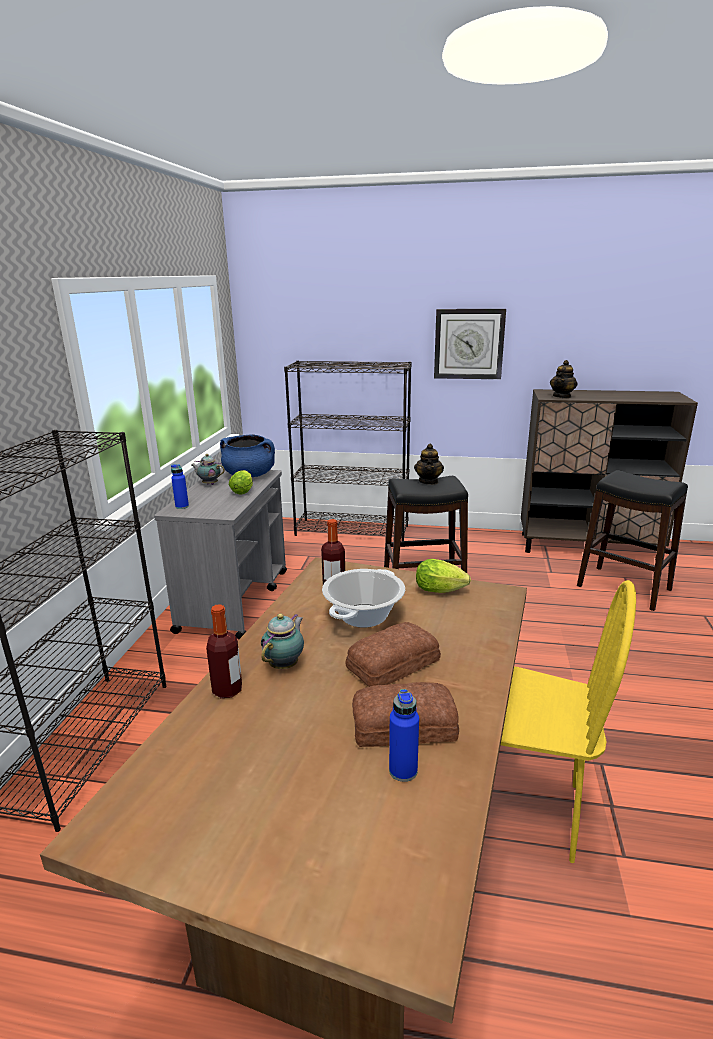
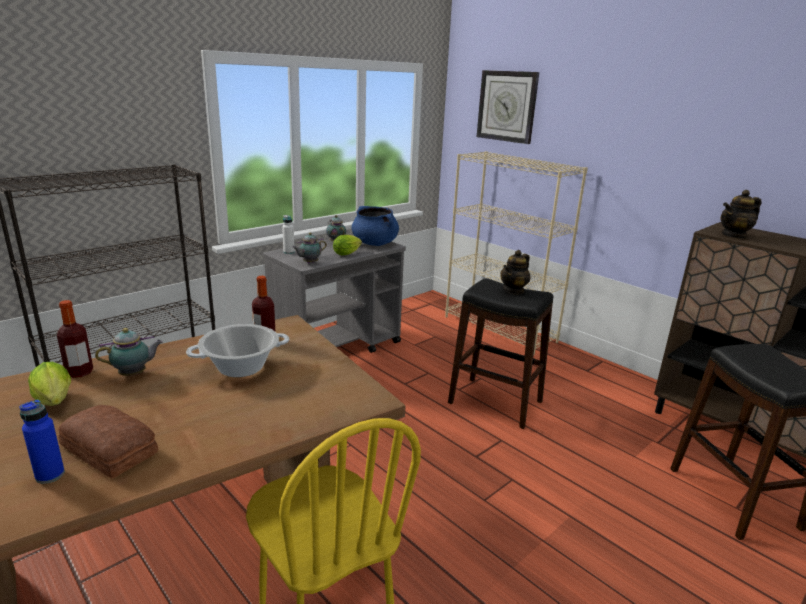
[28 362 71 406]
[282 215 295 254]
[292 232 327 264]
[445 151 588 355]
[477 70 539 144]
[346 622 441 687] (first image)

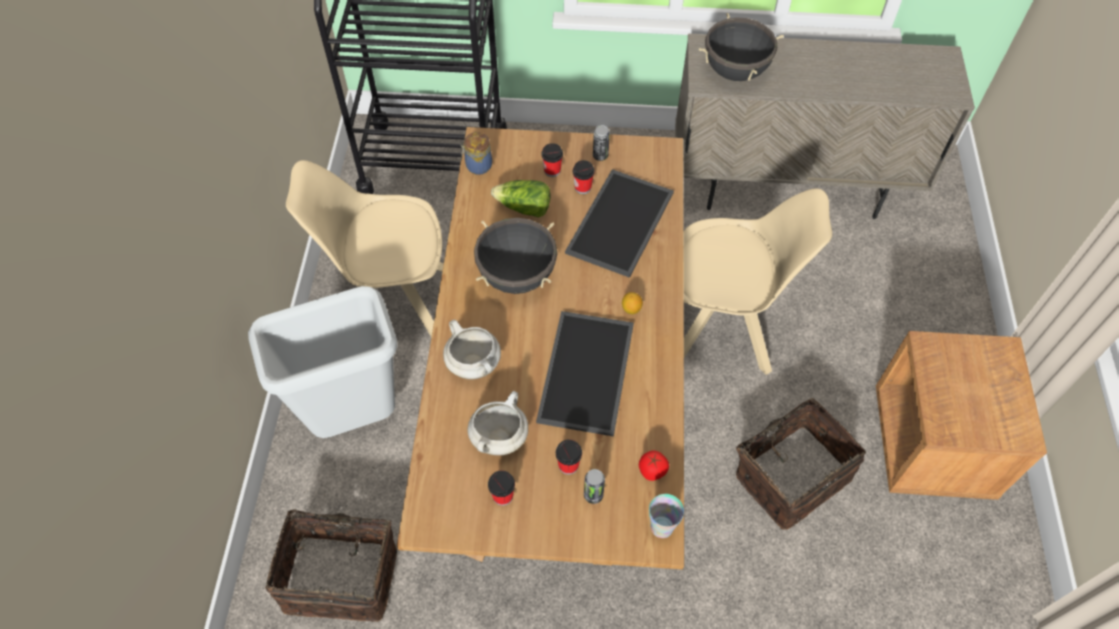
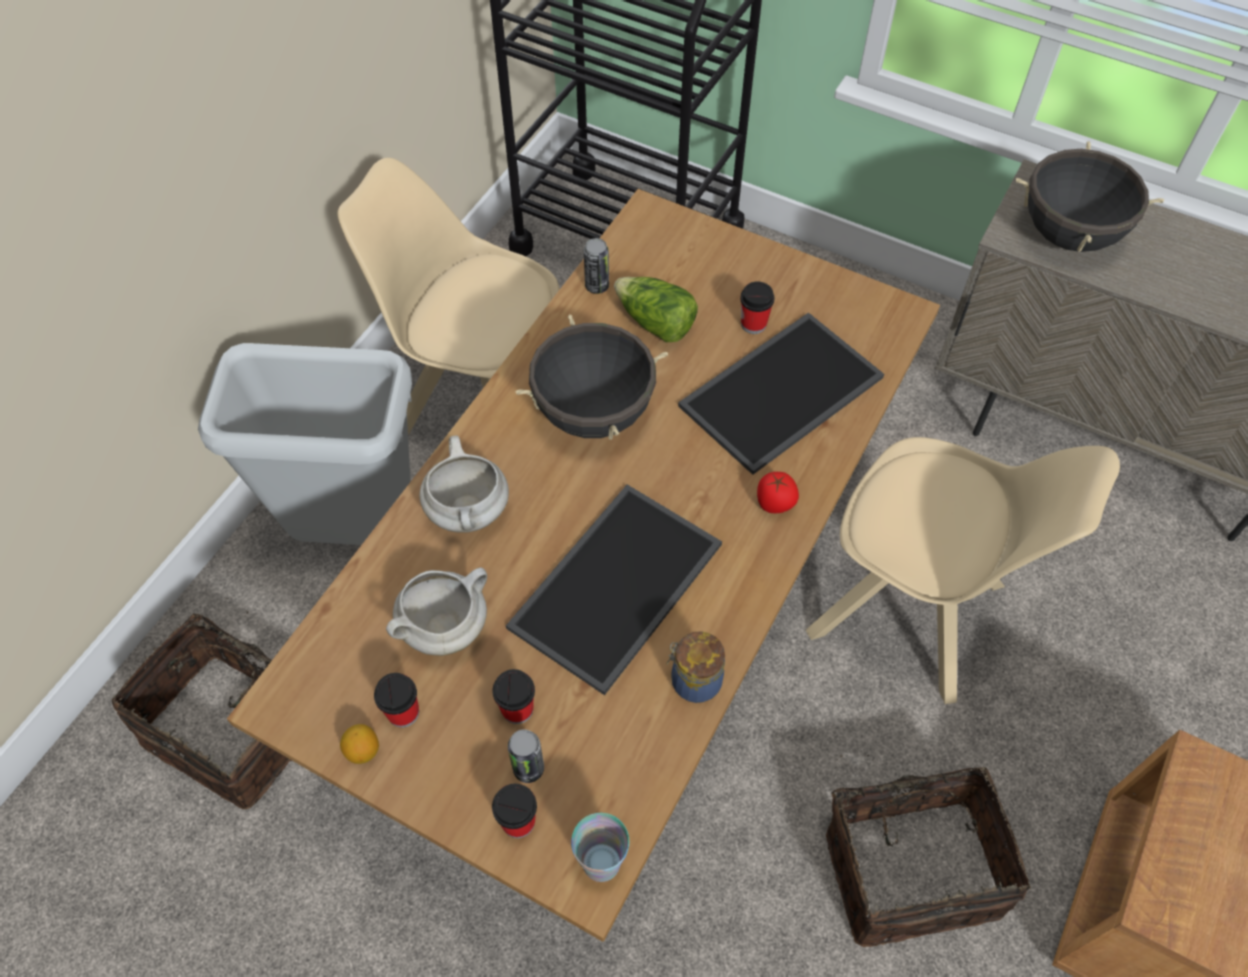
[340 724 379 764]
[492 784 537 838]
[584 238 609 294]
[666 631 725 703]
[757 472 799 513]

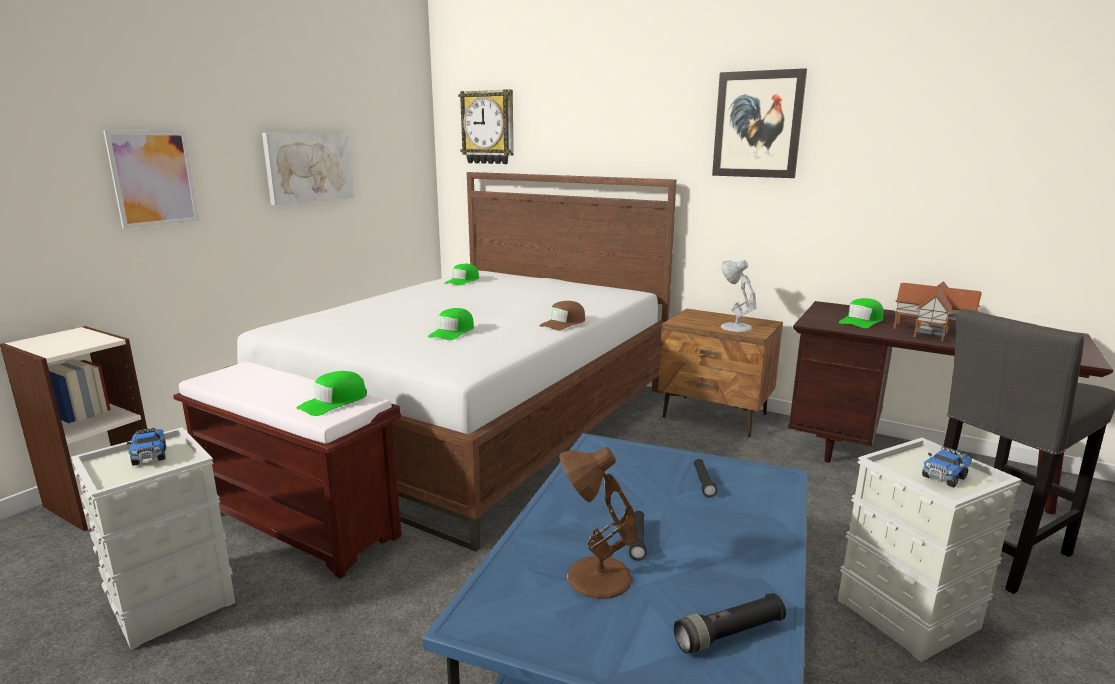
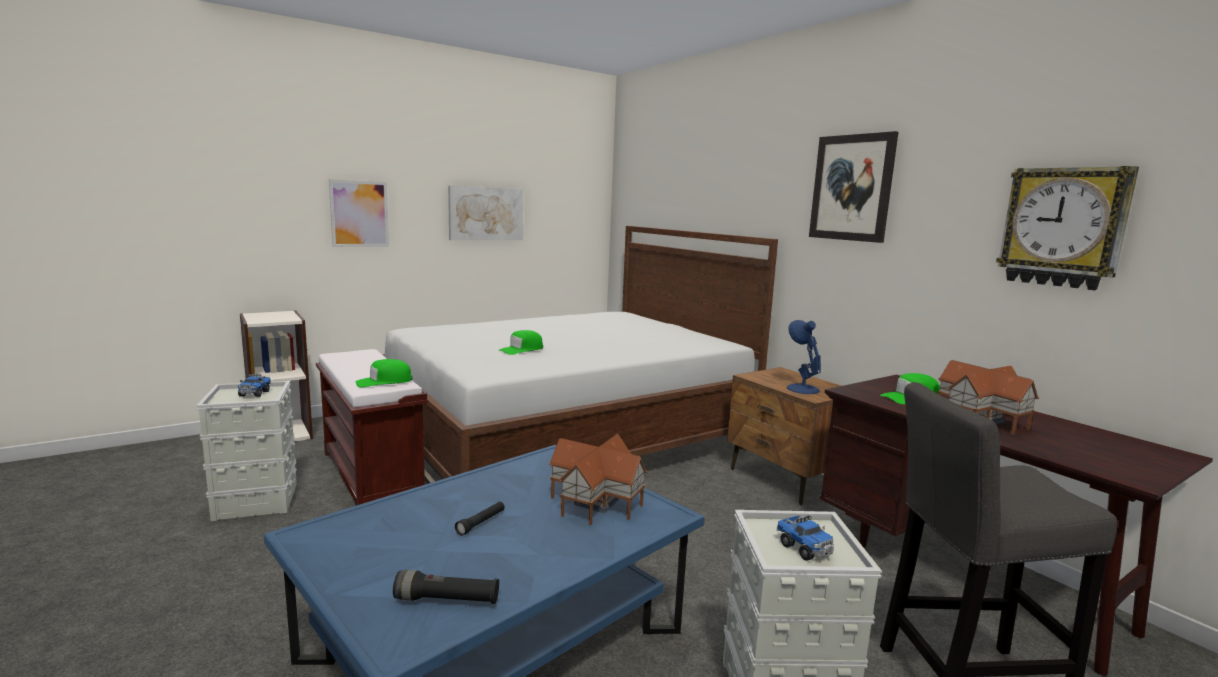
[549 433 648 525]
[777 515 834 561]
[787 320 821 394]
[996 166 1139 290]
[444 264 479 285] (first image)
[539 301 585 331] (first image)
[559 447 638 599] (first image)

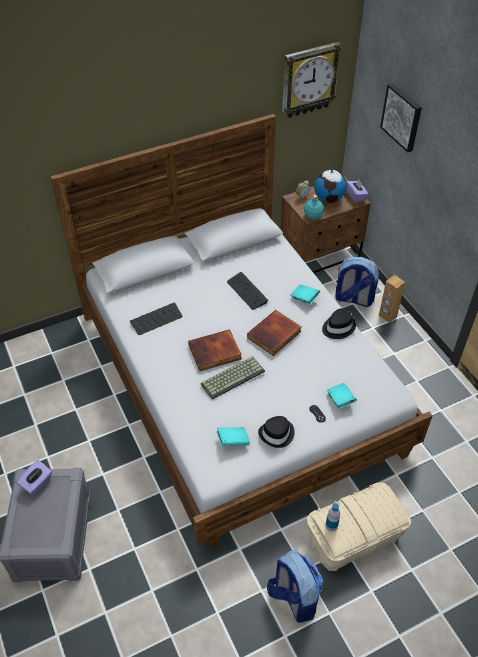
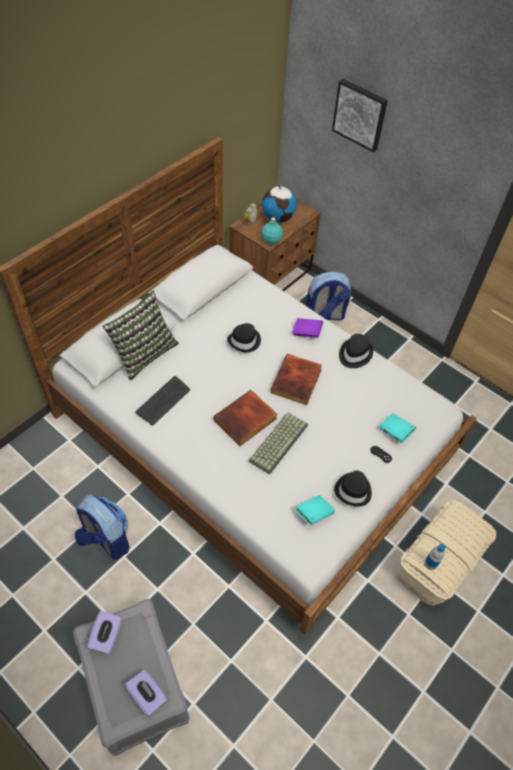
[74 494 130 560]
[102 291 179 381]
[125 670 167 717]
[227 323 261 352]
[292 318 323 338]
[282 42 342 118] (first image)
[379 275 405 323] (first image)

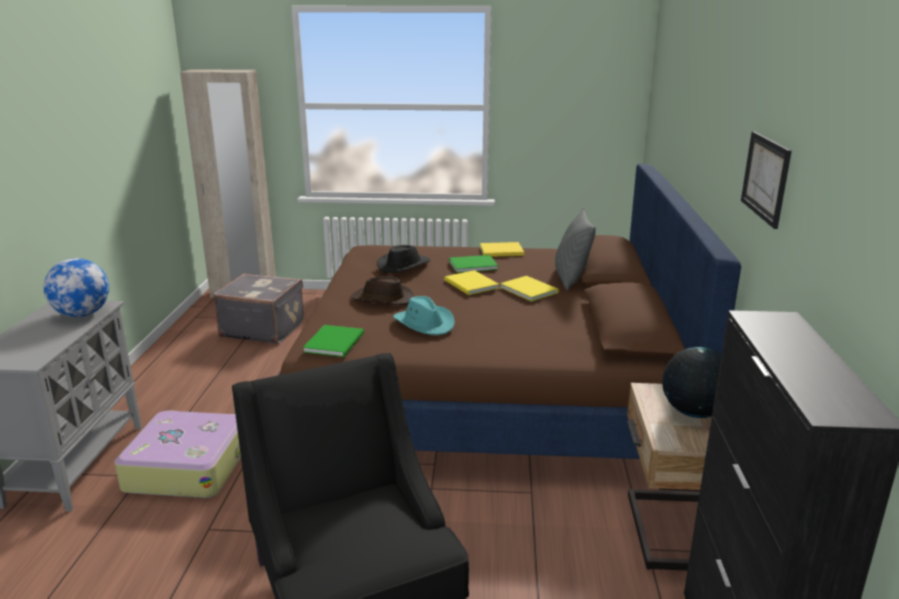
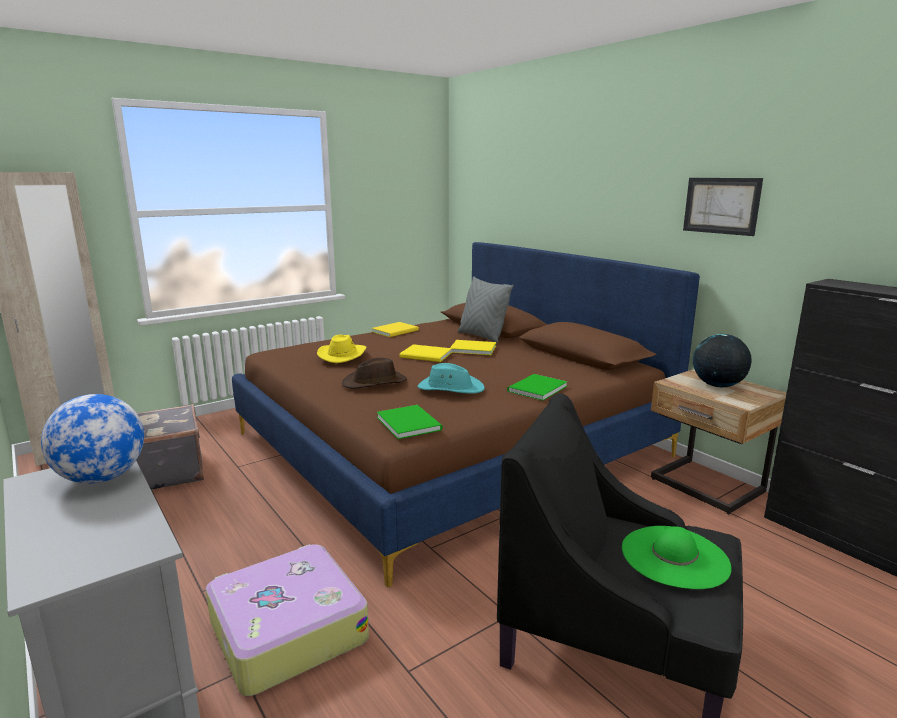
[317 335 366 363]
[507 374 568 401]
[622 526 731 589]

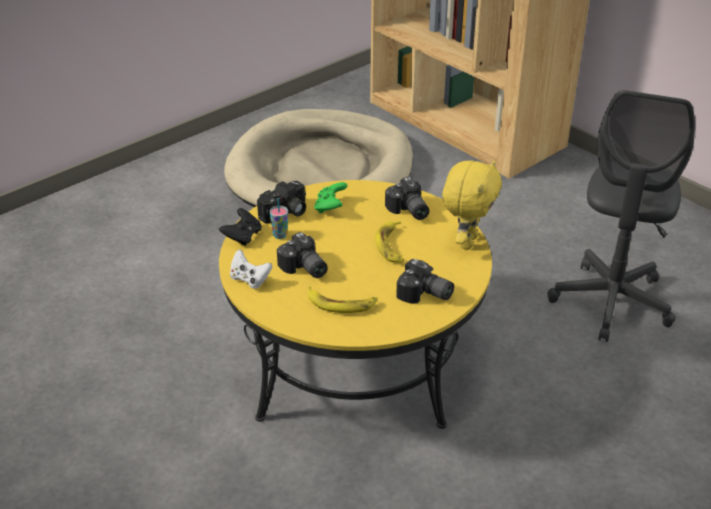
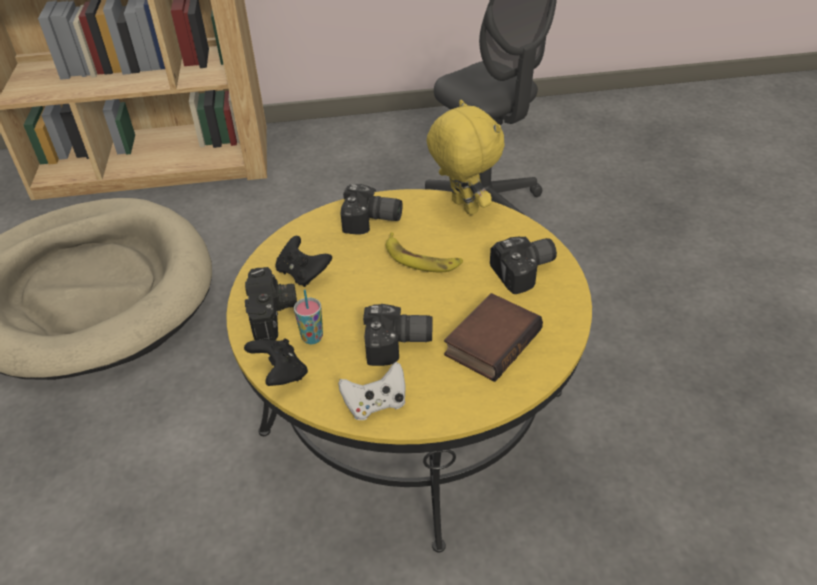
[275 236 332 287]
[444 293 543 382]

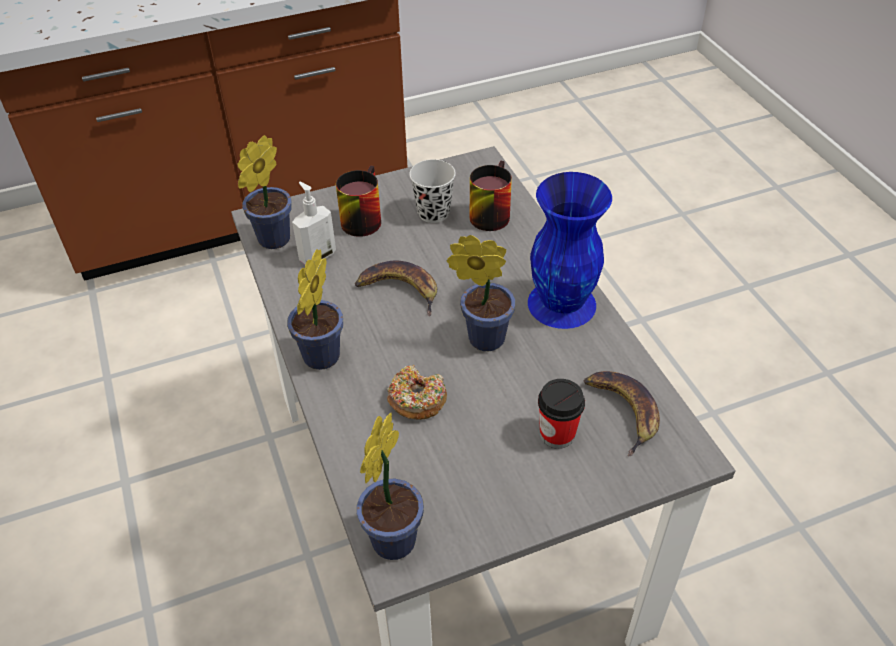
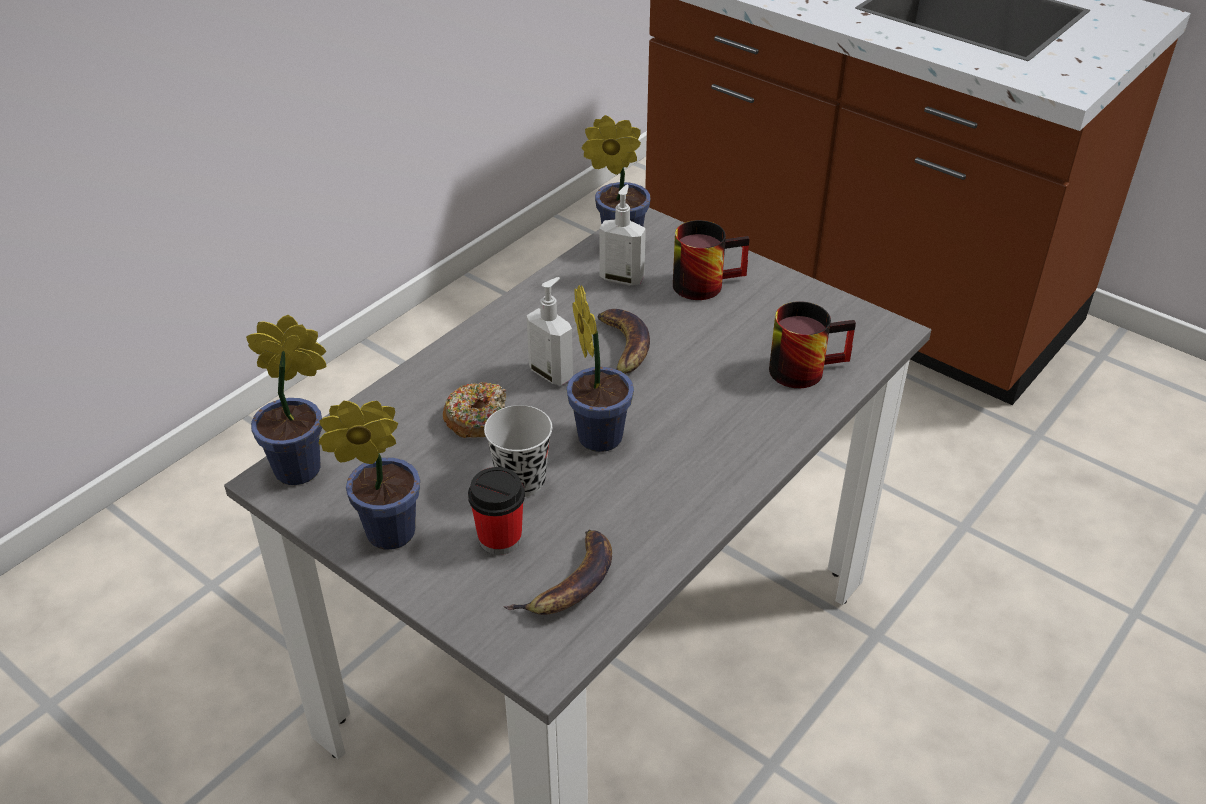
[319 401 420 550]
[484 405 552 497]
[526 277 573 386]
[528 172 612 329] (first image)

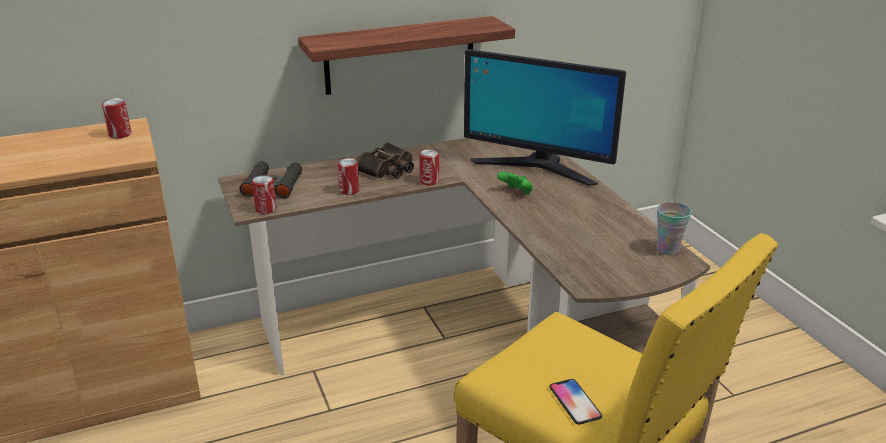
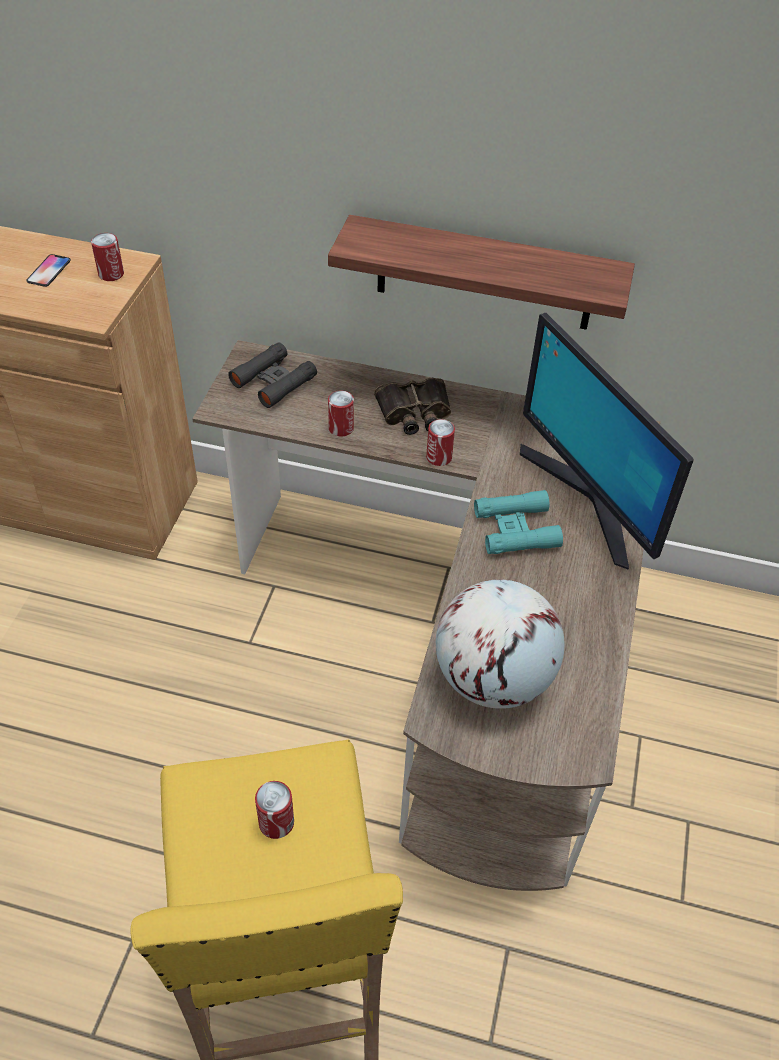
[26 254 71 287]
[255 781 294 839]
[436 580 564 709]
[474 490 563 554]
[657 202 691 255] (first image)

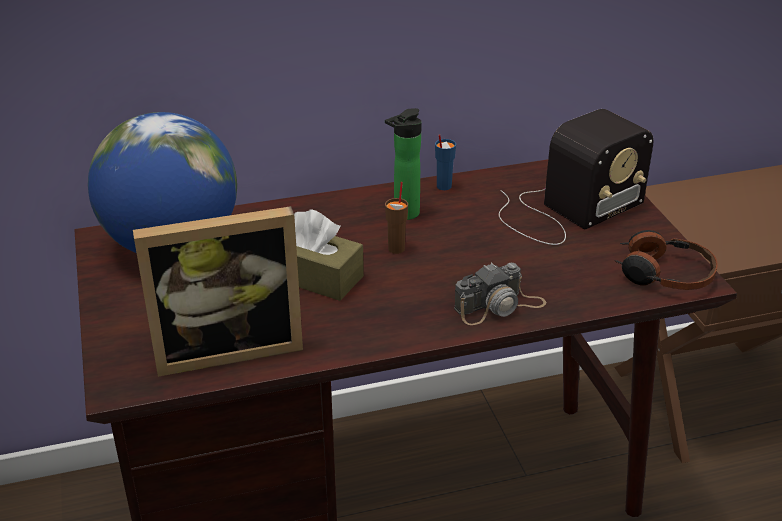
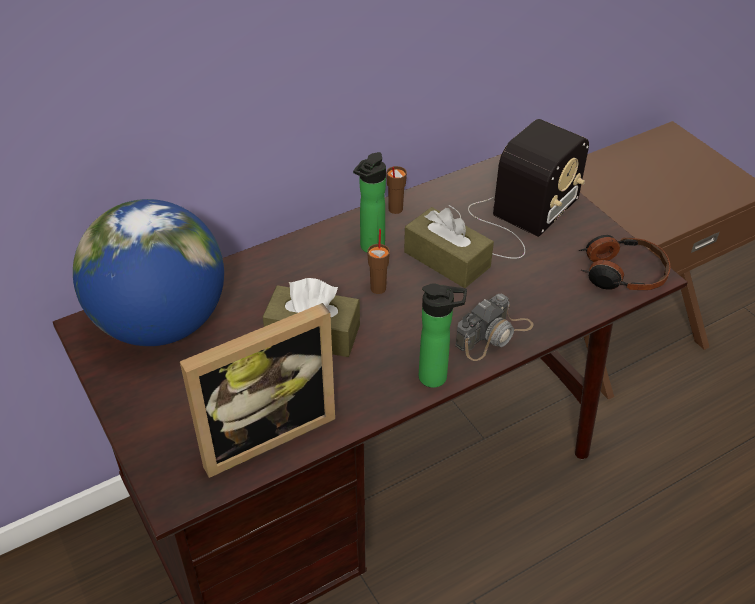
[386 166 407 214]
[404 207 494 288]
[419 283 467 388]

